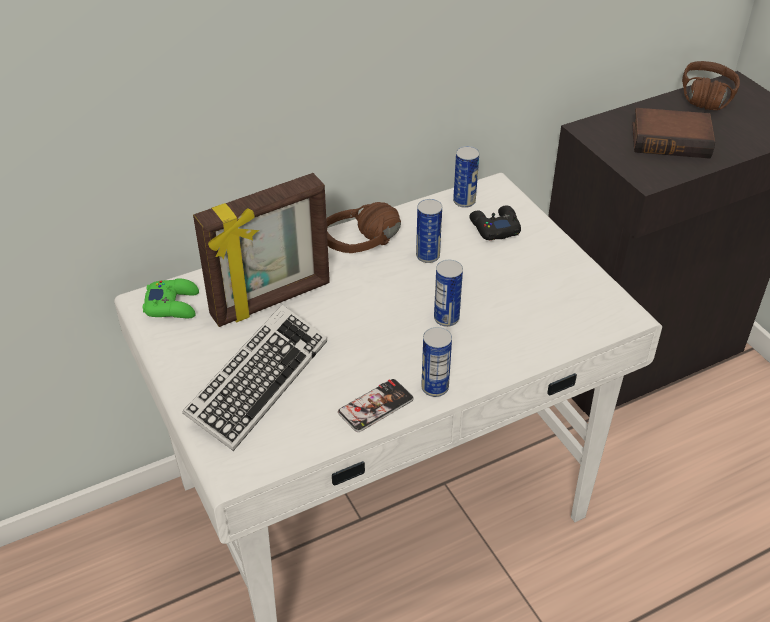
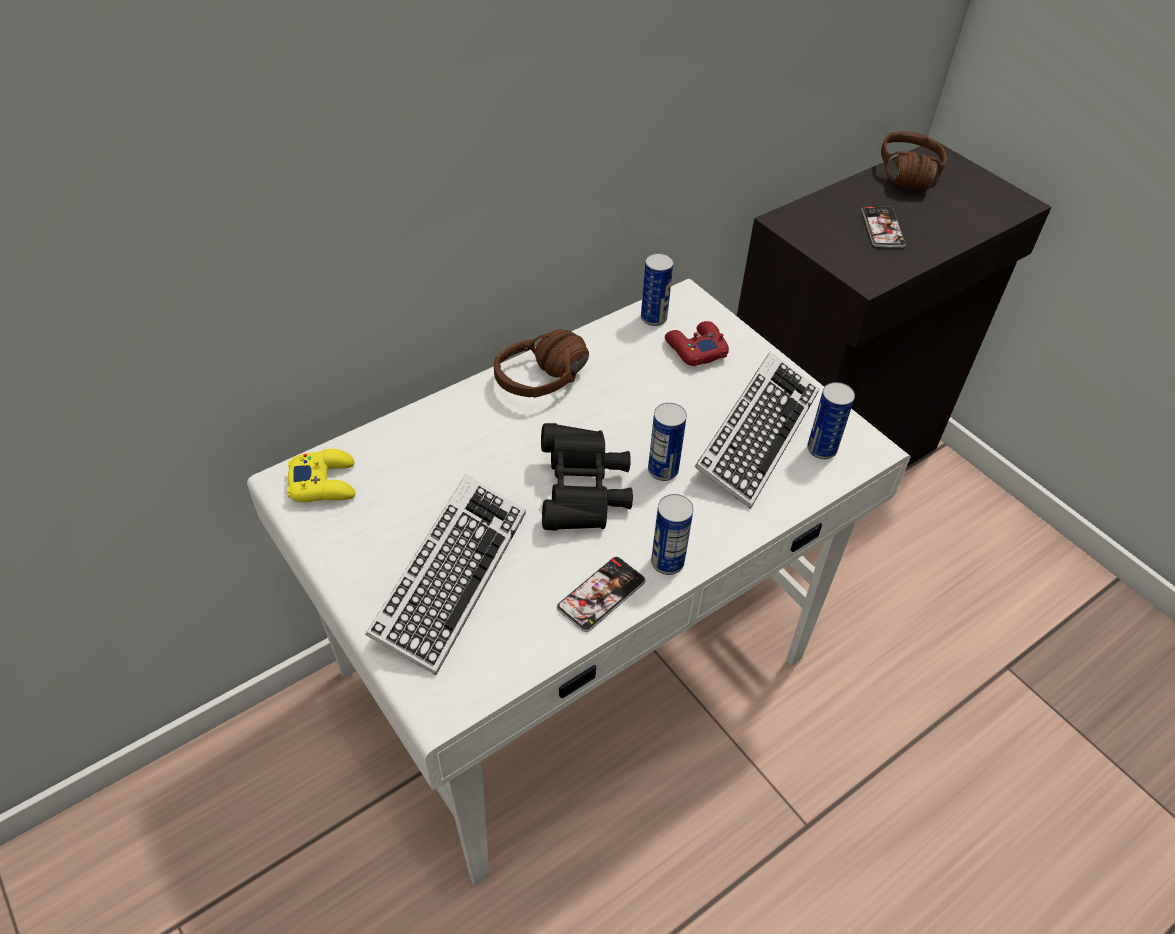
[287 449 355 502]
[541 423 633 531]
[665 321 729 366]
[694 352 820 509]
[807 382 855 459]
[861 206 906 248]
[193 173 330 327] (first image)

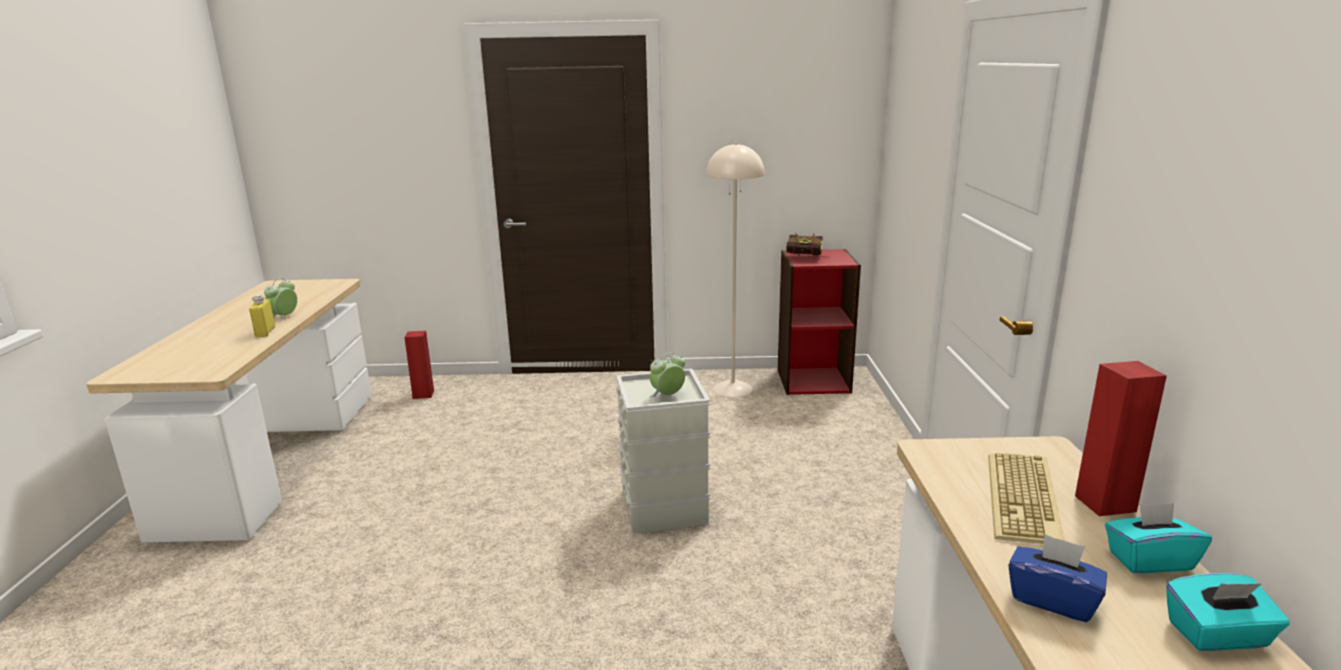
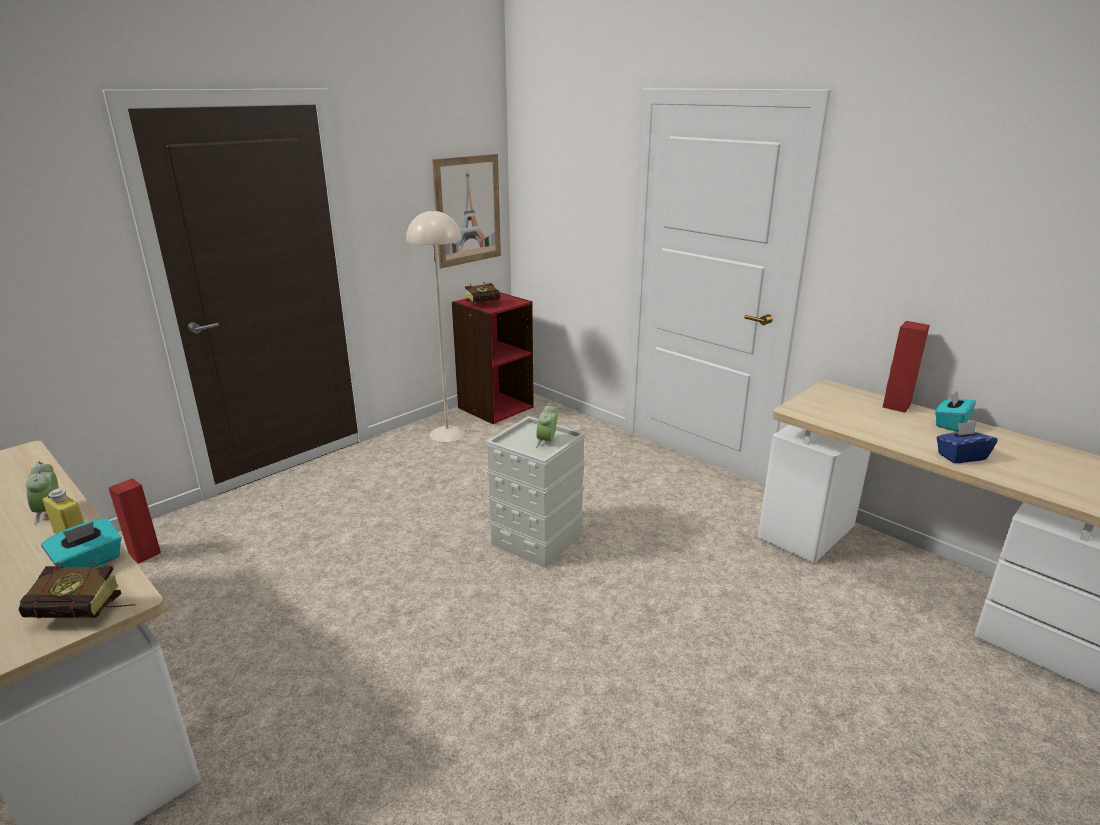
[18 561 135 618]
[41 518 122 576]
[432 154 501 268]
[988 453 1065 544] (first image)

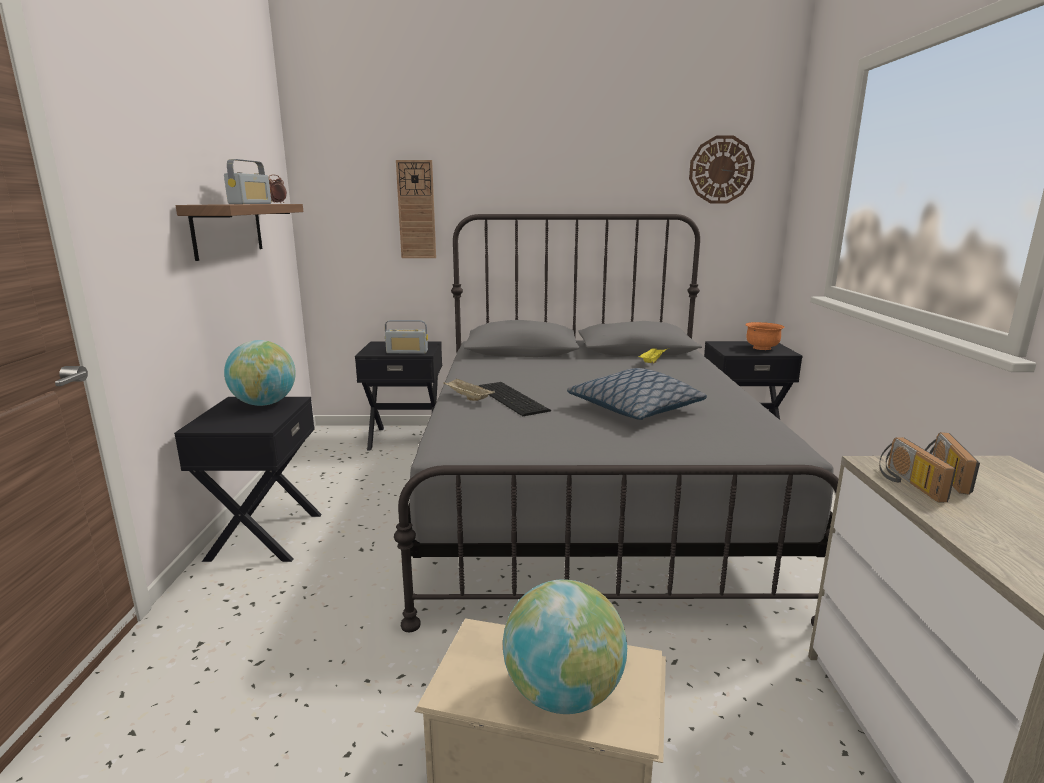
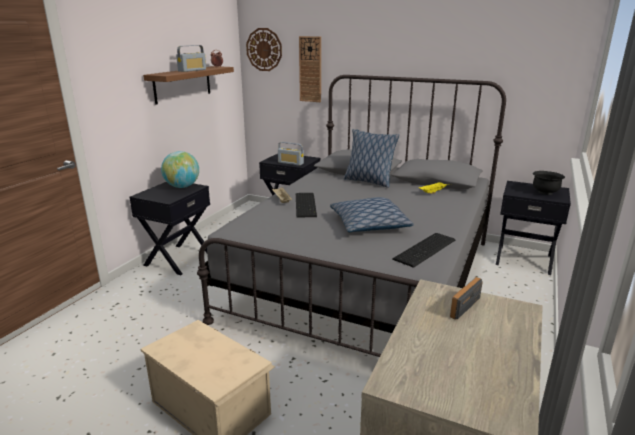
[246 28 282 71]
[344 129 399 188]
[392 233 455 268]
[533 171 565 195]
[503 579 627 714] (first image)
[879 437 956 502] (first image)

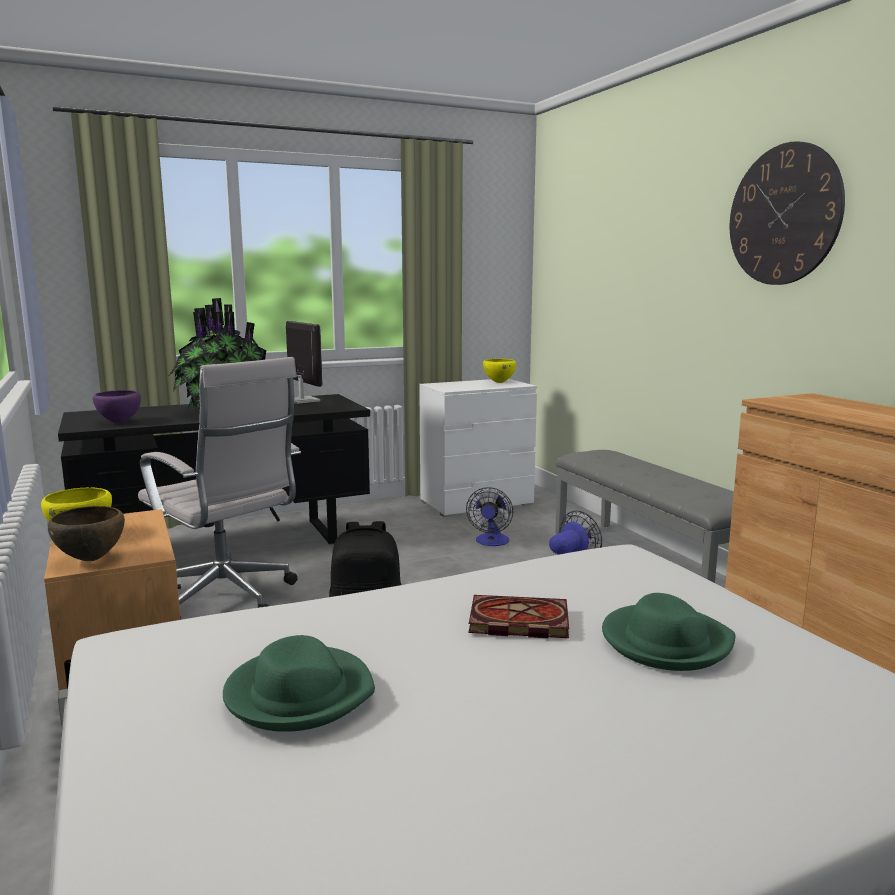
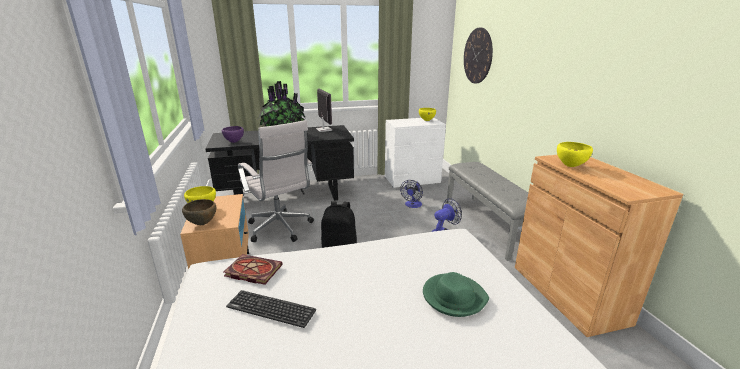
[224 254 283 285]
[226 290 316 328]
[464 28 493 83]
[557 142 593 167]

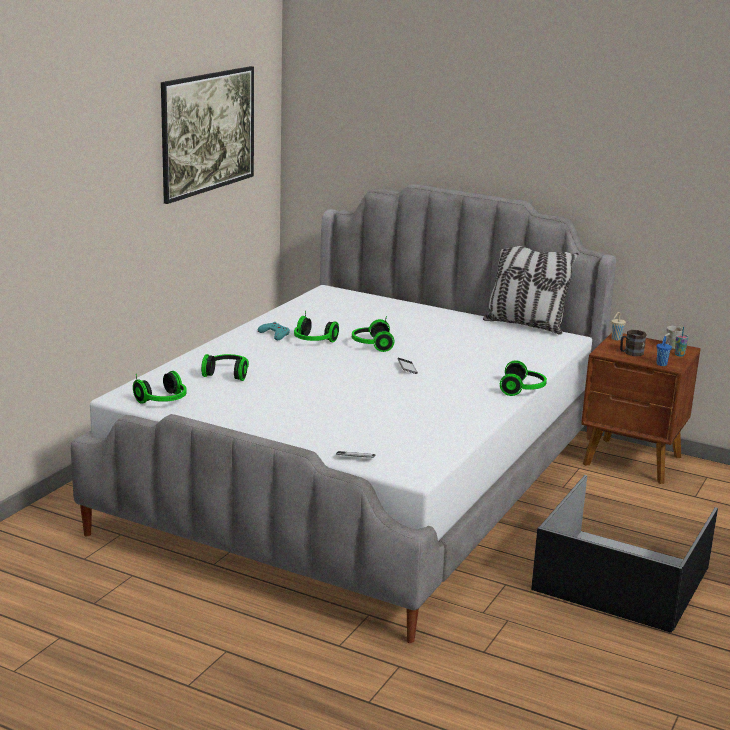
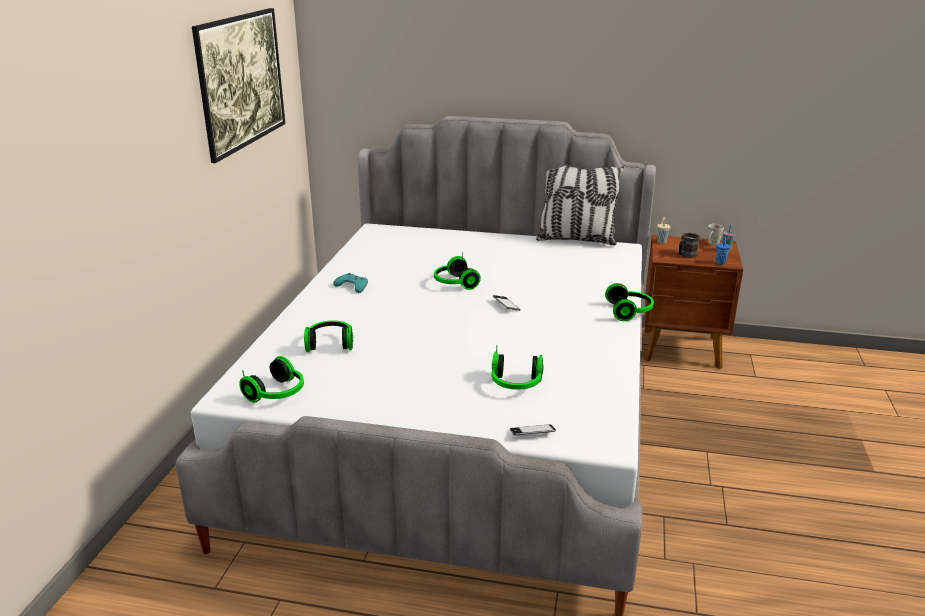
[492 345 544 390]
[531 475 718 633] (first image)

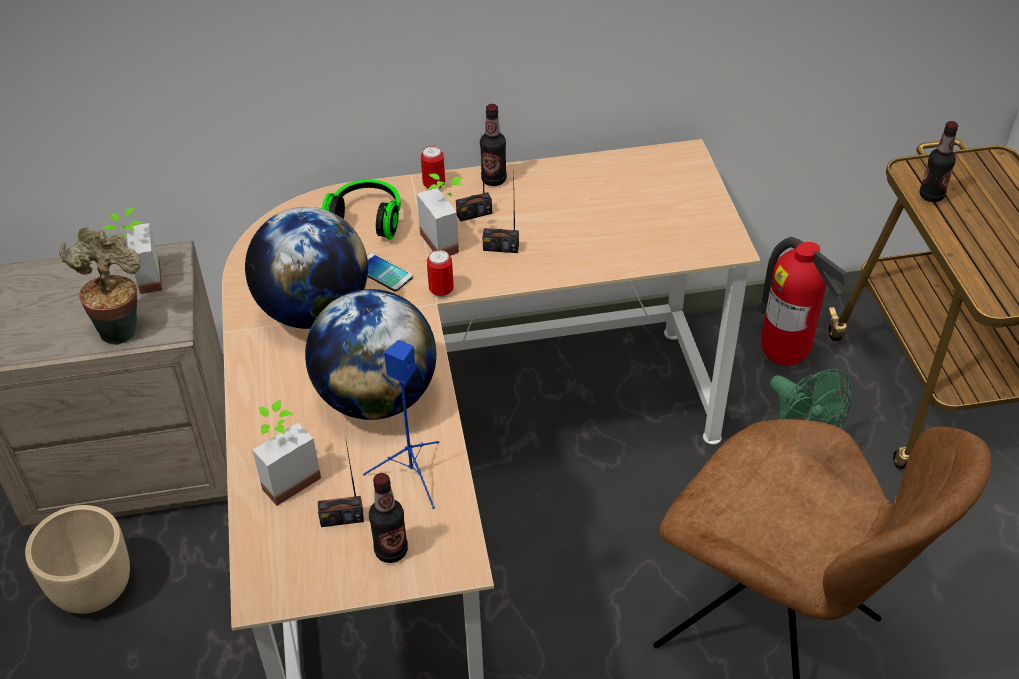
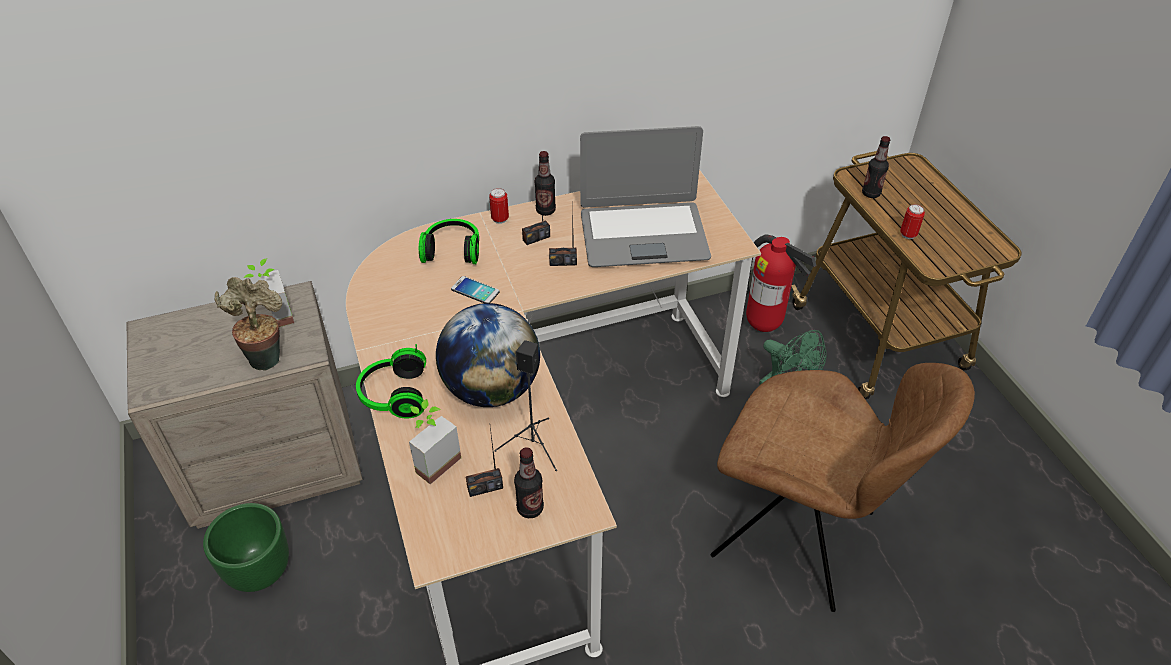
[203 503 289 592]
[356 344 426 418]
[494 340 557 471]
[580 126 711 267]
[900 204 925 239]
[245 207 368 329] (first image)
[417 174 463 256] (first image)

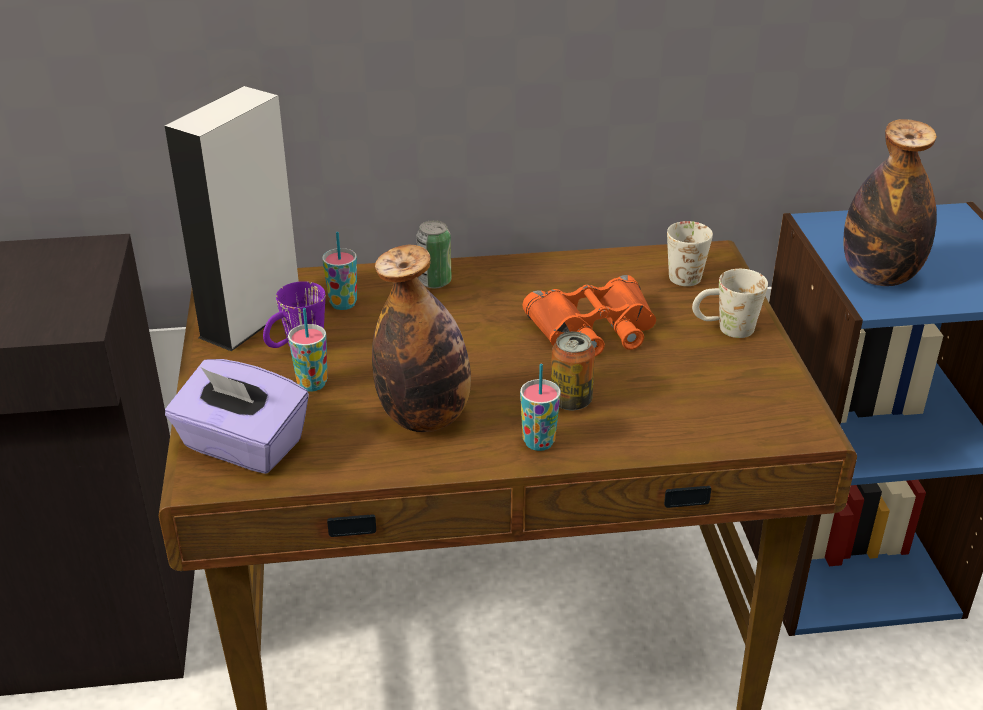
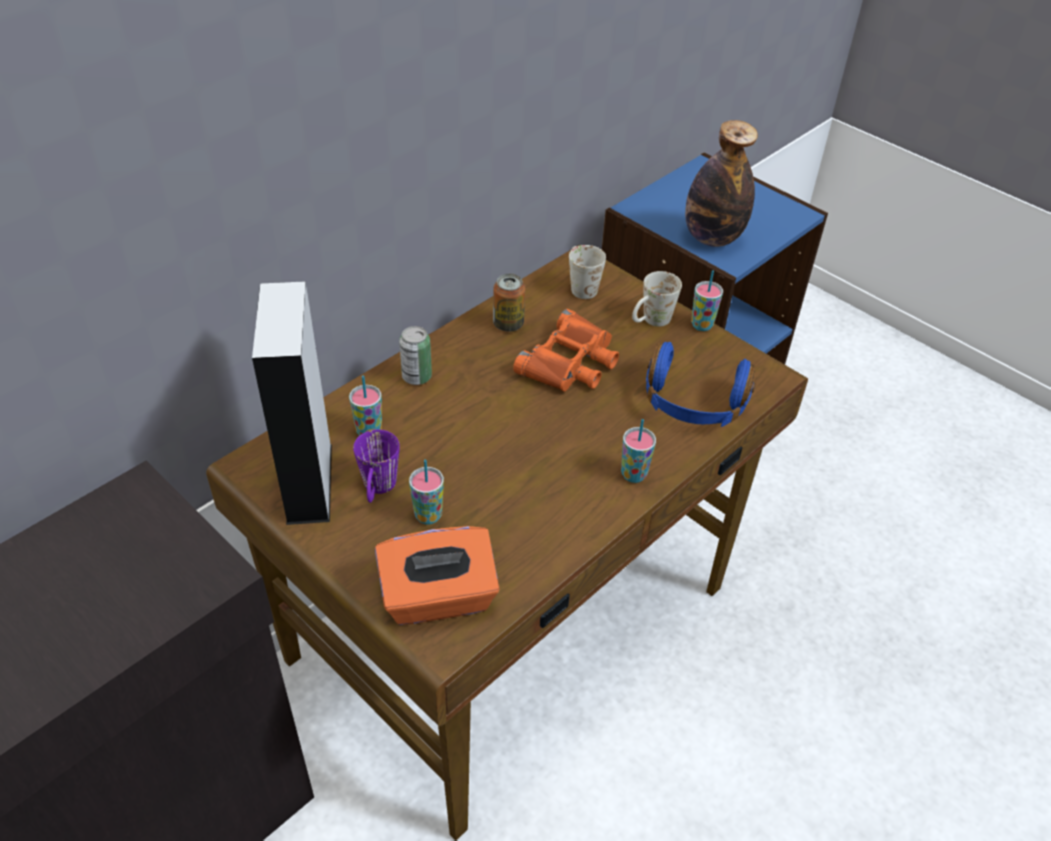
[375 526 500 625]
[493 274 525 332]
[646 342 755 427]
[691 270 723 331]
[372 244 471 432] (first image)

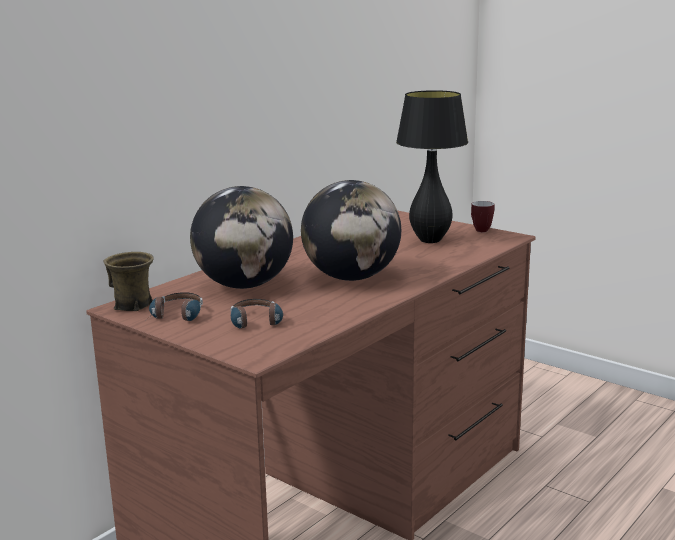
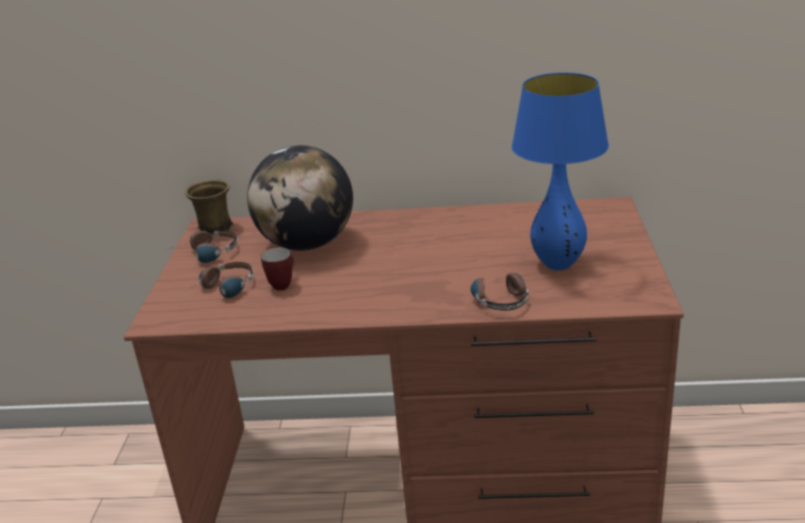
[261 248 294 291]
[471 268 529 311]
[512 73 609 270]
[301 180 401 281] (first image)

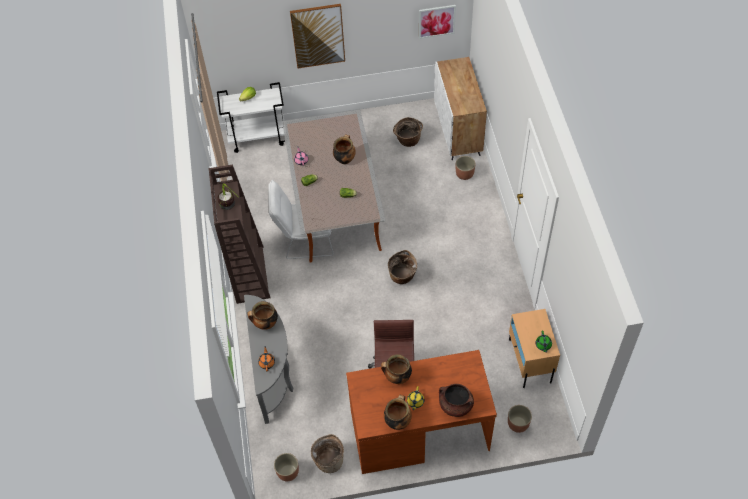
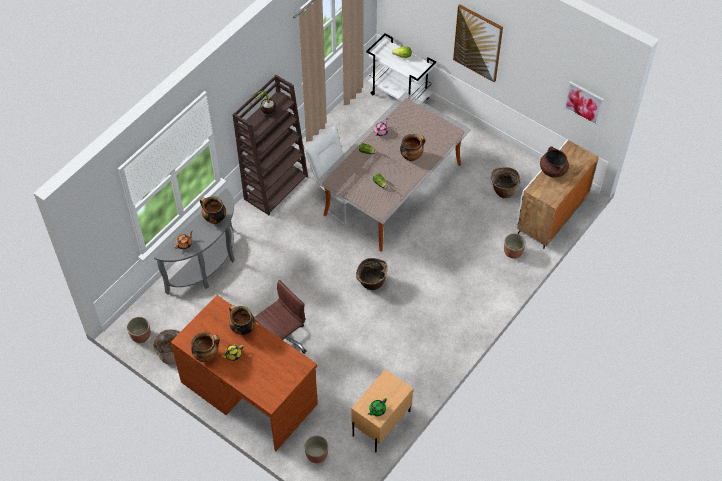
[540 146 569 178]

